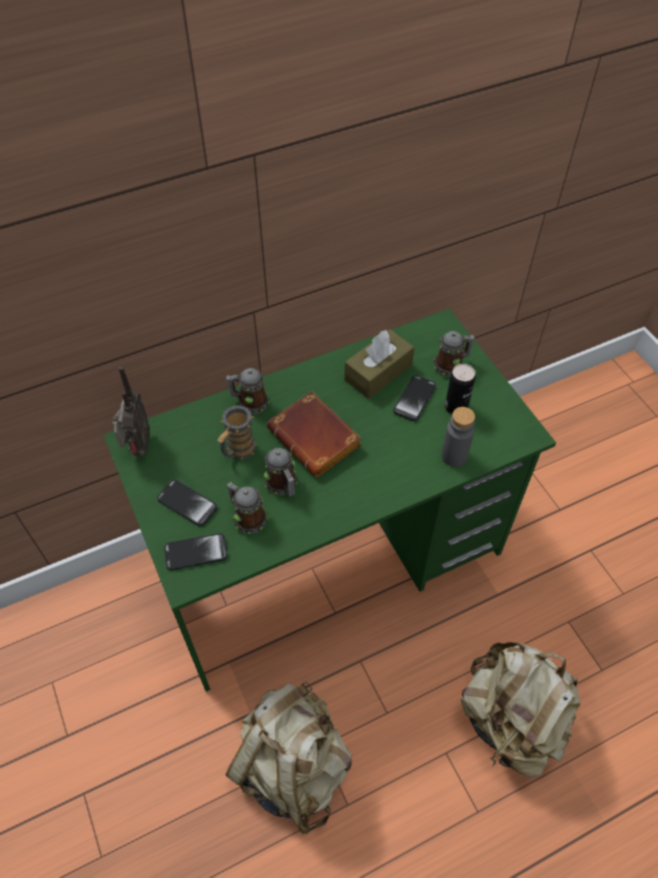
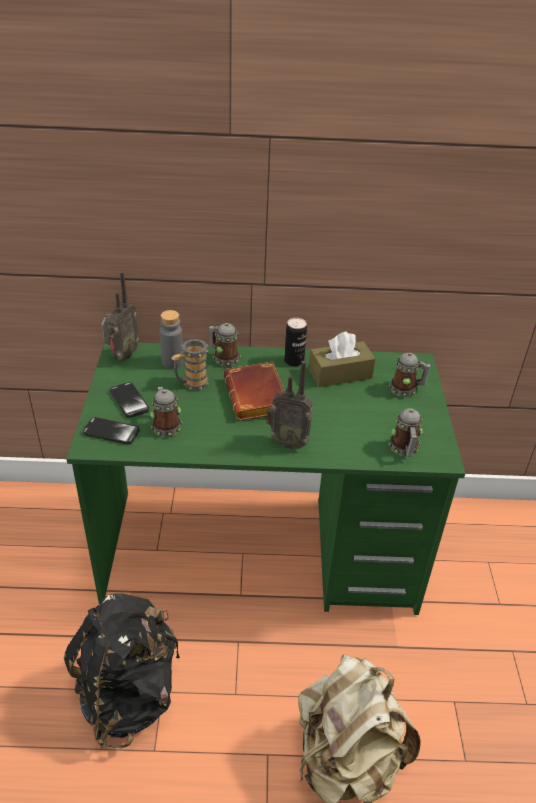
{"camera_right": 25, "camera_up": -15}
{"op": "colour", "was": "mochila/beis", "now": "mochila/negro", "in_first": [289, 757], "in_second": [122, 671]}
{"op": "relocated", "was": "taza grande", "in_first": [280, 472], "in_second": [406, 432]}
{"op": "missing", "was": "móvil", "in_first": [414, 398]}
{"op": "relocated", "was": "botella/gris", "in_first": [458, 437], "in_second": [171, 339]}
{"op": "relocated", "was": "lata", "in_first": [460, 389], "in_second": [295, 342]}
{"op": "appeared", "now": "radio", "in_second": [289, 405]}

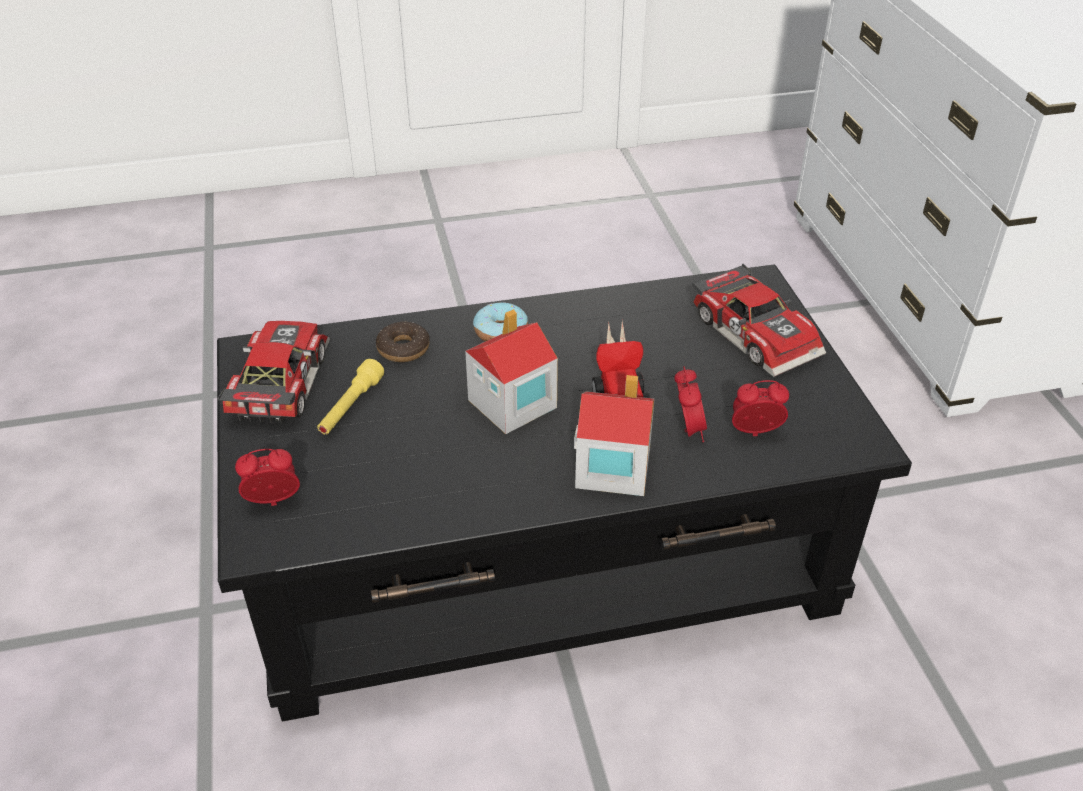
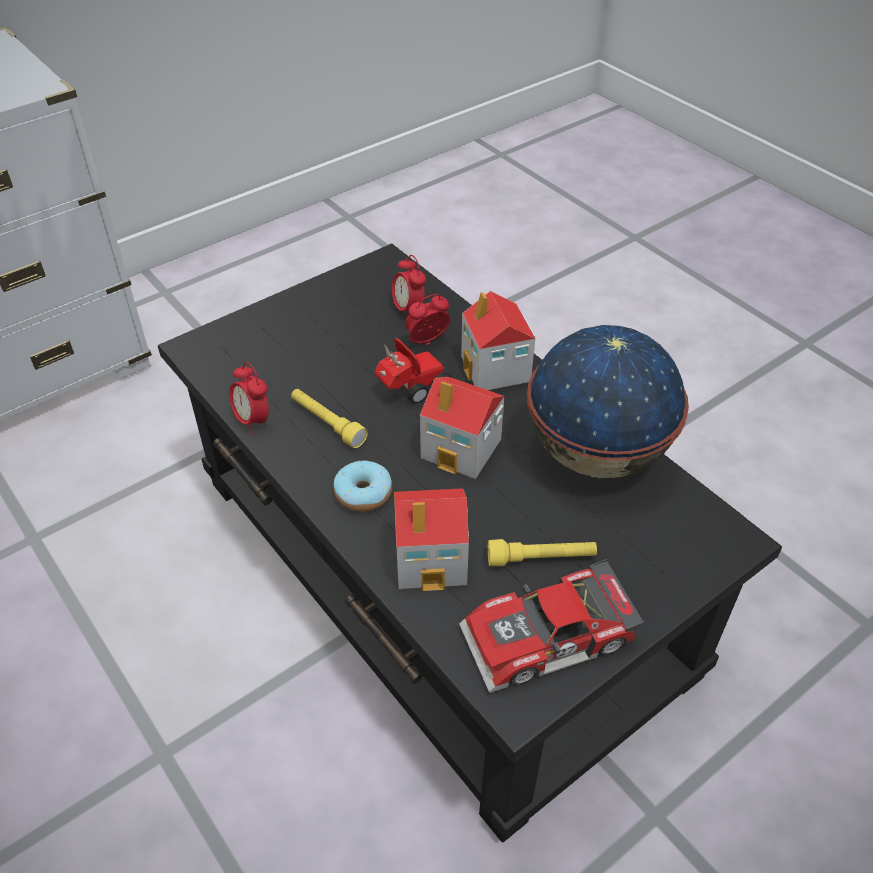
{"camera_right": -115, "camera_up": 5}
{"op": "relocated", "was": "despertador", "in_first": [267, 477], "in_second": [249, 398]}
{"op": "exchanged", "was": "rosquilla", "now": "casita", "in_first": [403, 342], "in_second": [431, 539]}
{"op": "missing", "was": "coche de juguete", "in_first": [759, 320]}
{"op": "appeared", "now": "linterna/amarillo", "in_second": [329, 418]}
{"op": "appeared", "now": "globo terráqueo", "in_second": [608, 401]}

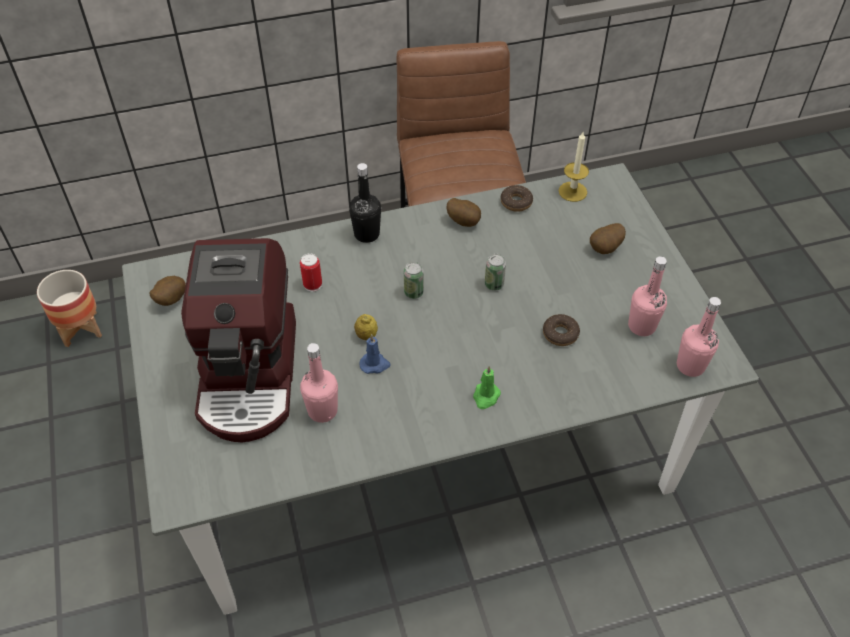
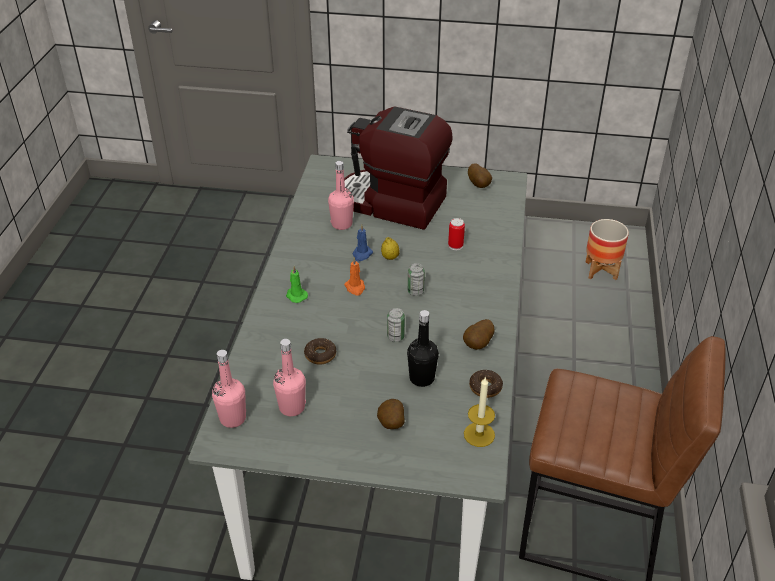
{"camera_right": 115, "camera_up": -10}
{"op": "relocated", "was": "botella/negro", "in_first": [365, 203], "in_second": [423, 348]}
{"op": "appeared", "now": "vela/naranja", "in_second": [354, 276]}

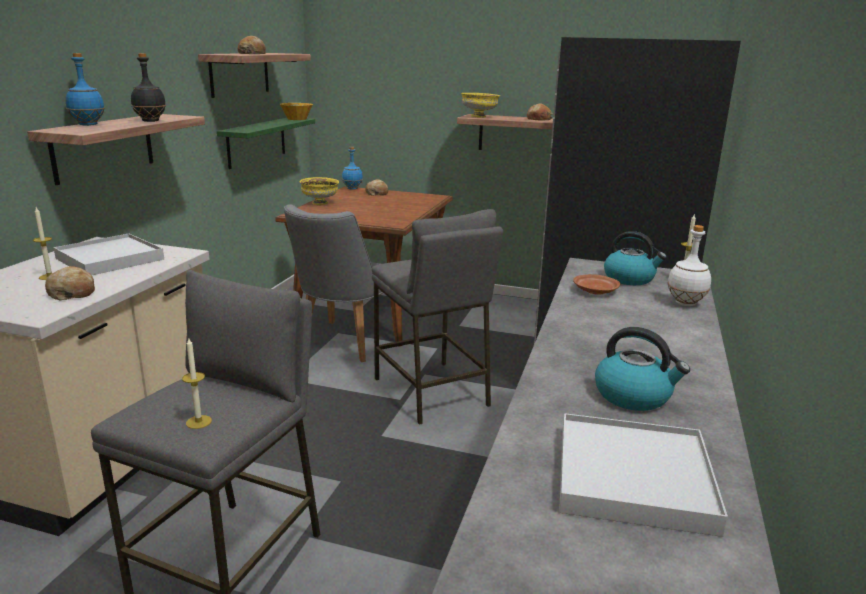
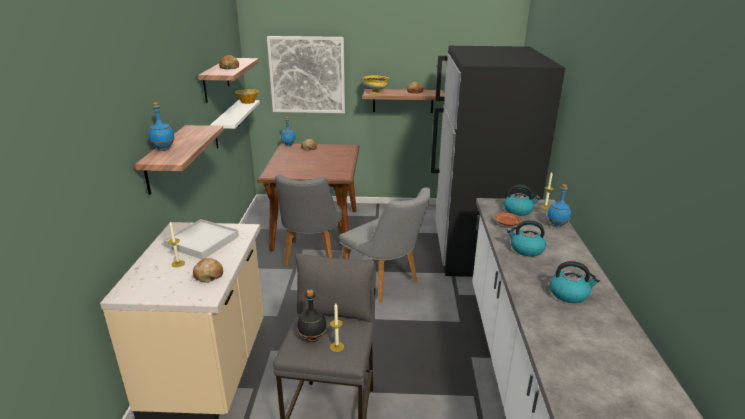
{"camera_right": -15, "camera_up": 5}
{"op": "relocated", "was": "botella/negro", "in_first": [148, 87], "in_second": [312, 316]}
{"op": "colour", "was": "estante/verde", "now": "estante/blanco", "in_first": [266, 143], "in_second": [235, 124]}
{"op": "missing", "was": "cuenco/amarillo", "in_first": [319, 191]}
{"op": "exchanged", "was": "taburete/gris", "now": "silla/gris", "in_first": [437, 317], "in_second": [385, 245]}
{"op": "missing", "was": "bandeja/blanco", "in_first": [643, 475]}
{"op": "colour", "was": "botella/blanco", "now": "botella/azul", "in_first": [689, 265], "in_second": [559, 206]}
{"op": "appeared", "now": "cuadro", "in_second": [306, 74]}
{"op": "appeared", "now": "hervidor", "in_second": [526, 238]}

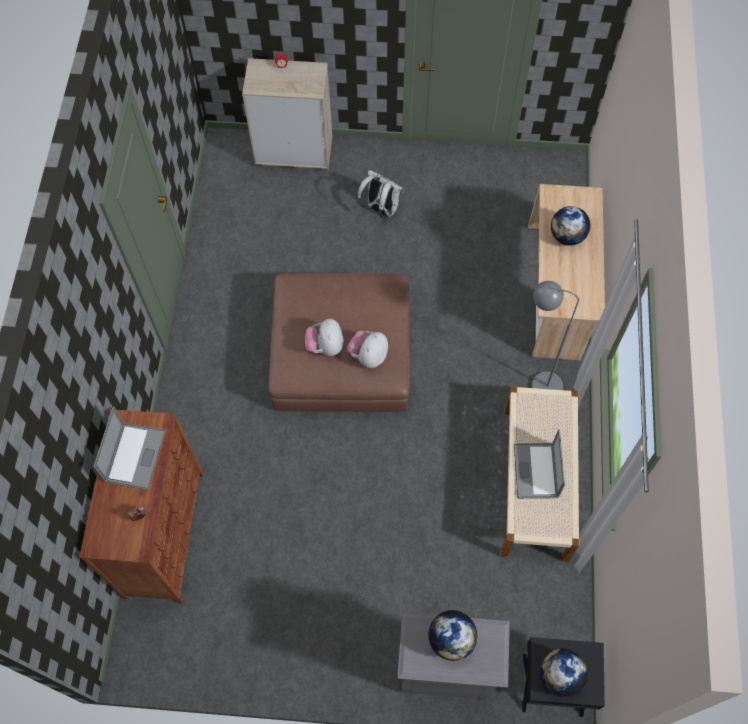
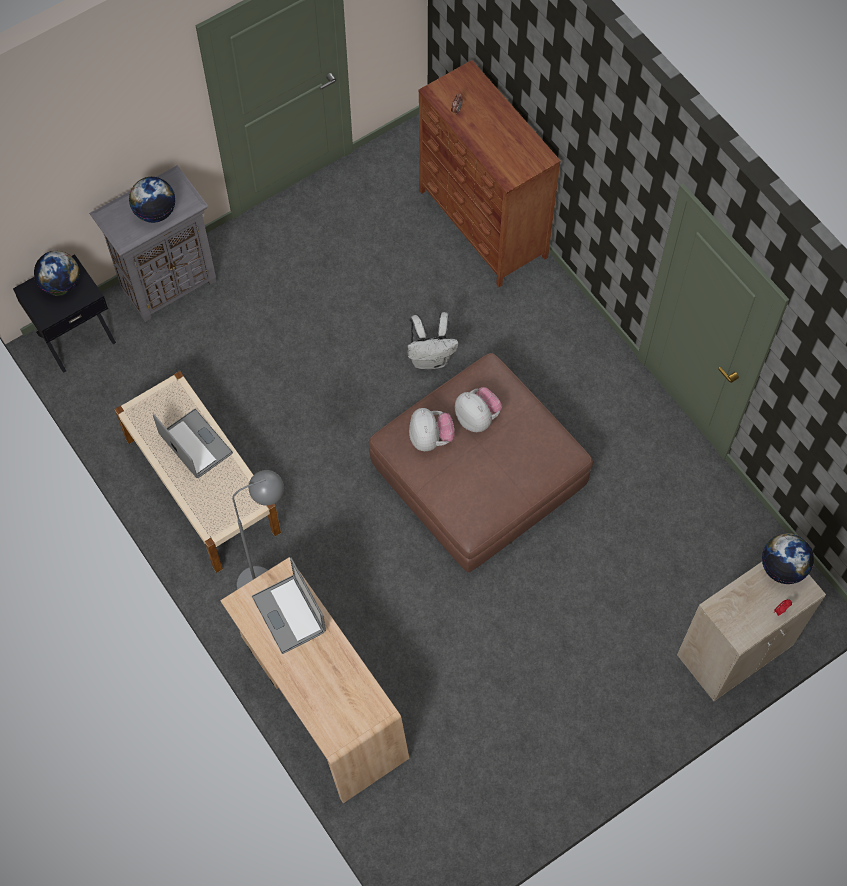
{"camera_right": 140, "camera_up": 0}
{"op": "relocated", "was": "portátil", "in_first": [129, 448], "in_second": [289, 606]}
{"op": "relocated", "was": "mochila/blanco", "in_first": [380, 194], "in_second": [433, 341]}
{"op": "relocated", "was": "globo terráqueo", "in_first": [570, 226], "in_second": [788, 558]}

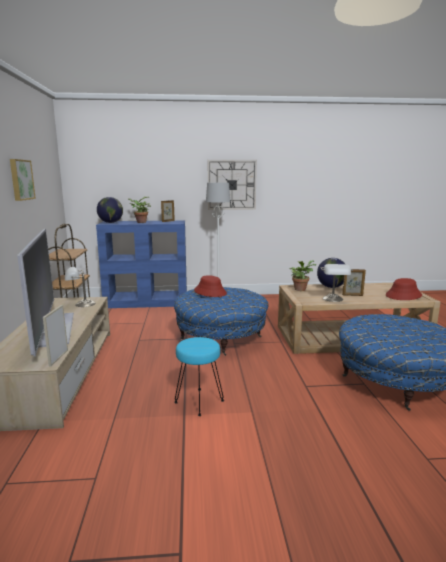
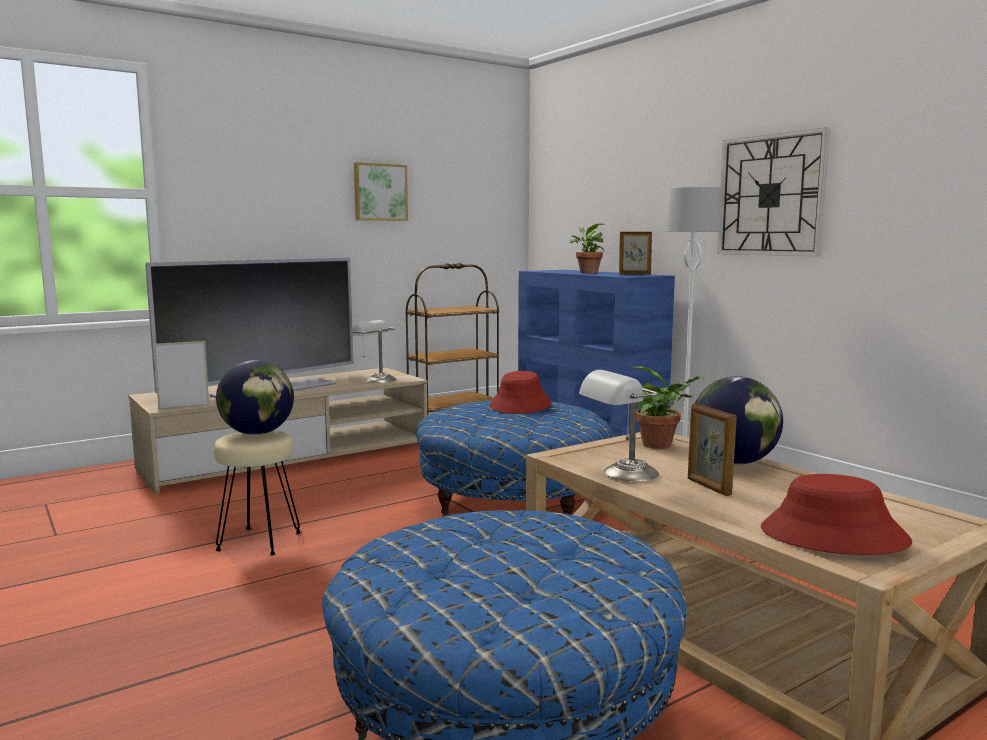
{"camera_right": 60, "camera_up": -5}
{"op": "relocated", "was": "globo terráqueo", "in_first": [110, 210], "in_second": [255, 397]}
{"op": "colour", "was": "taburete/turquesa", "now": "taburete/beis", "in_first": [199, 376], "in_second": [257, 493]}

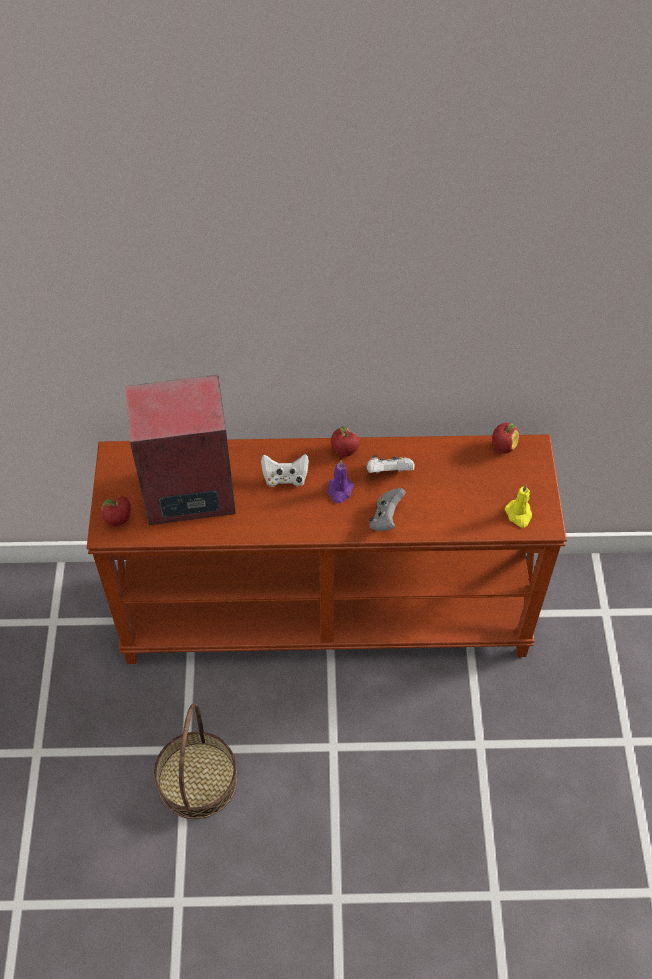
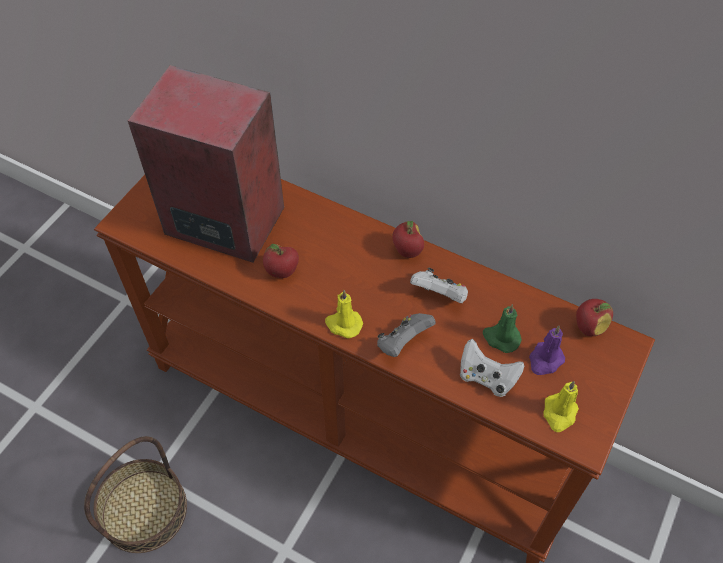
{"camera_right": 30, "camera_up": 0}
{"op": "relocated", "was": "manzana", "in_first": [116, 511], "in_second": [281, 261]}
{"op": "relocated", "was": "mando de consola/blanco", "in_first": [285, 470], "in_second": [492, 368]}
{"op": "relocated", "was": "vela/morado", "in_first": [341, 481], "in_second": [547, 350]}
{"op": "appeared", "now": "vela/amarillo", "in_second": [344, 314]}
{"op": "appeared", "now": "vela/verde", "in_second": [502, 328]}

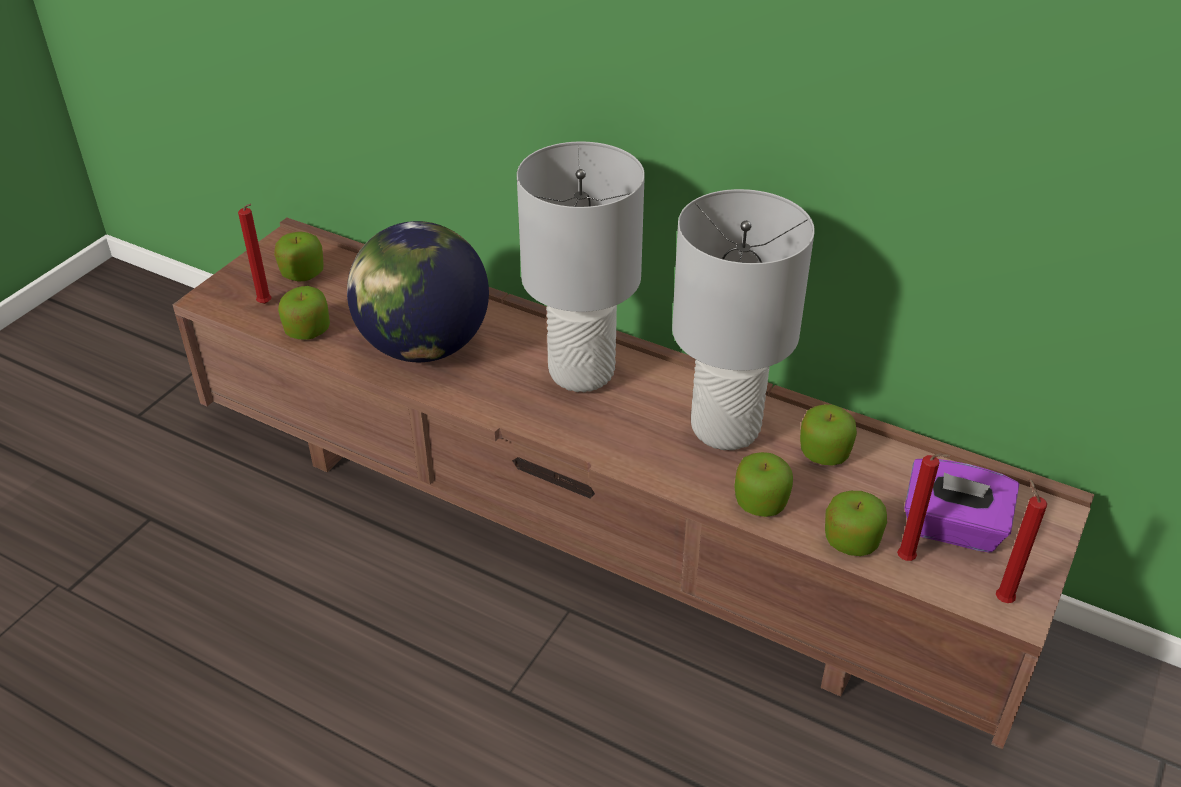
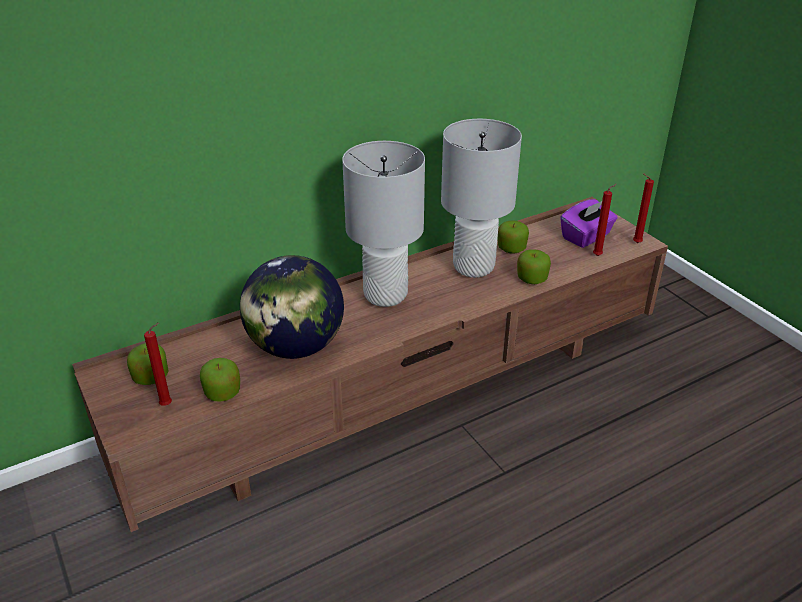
{"camera_right": -60, "camera_up": -5}
{"op": "missing", "was": "manzana", "in_first": [856, 523]}

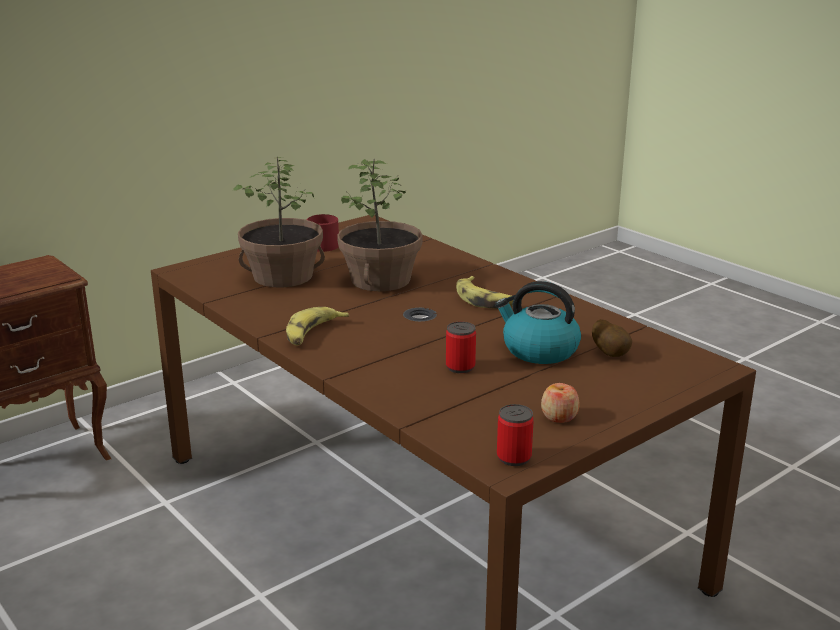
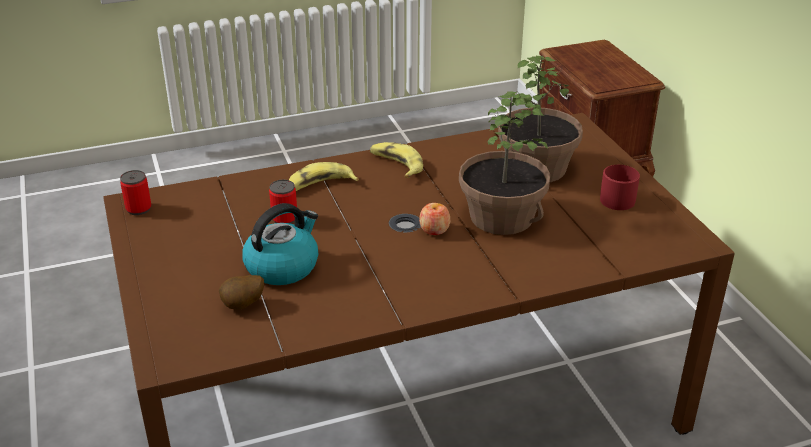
{"camera_right": 110, "camera_up": 10}
{"op": "relocated", "was": "plátano", "in_first": [484, 292], "in_second": [324, 176]}
{"op": "relocated", "was": "manzana", "in_first": [560, 403], "in_second": [434, 219]}

